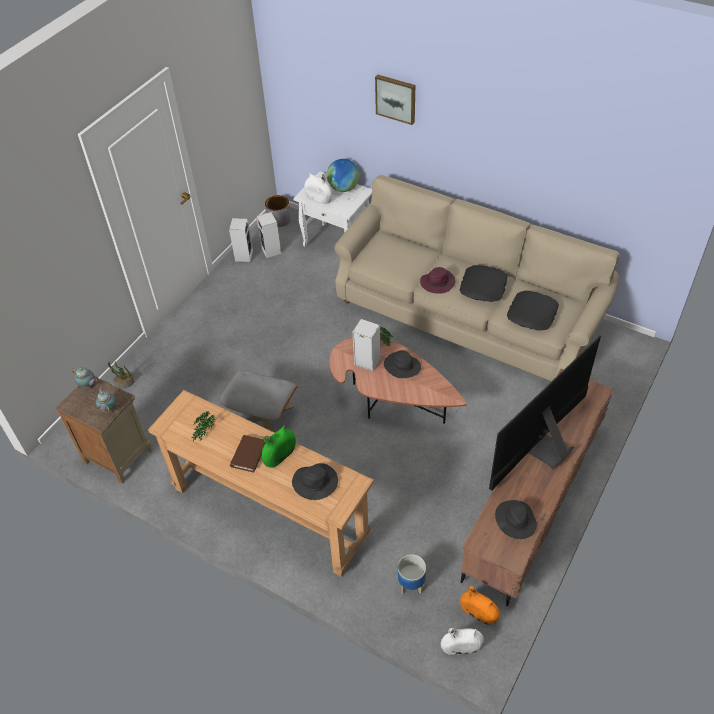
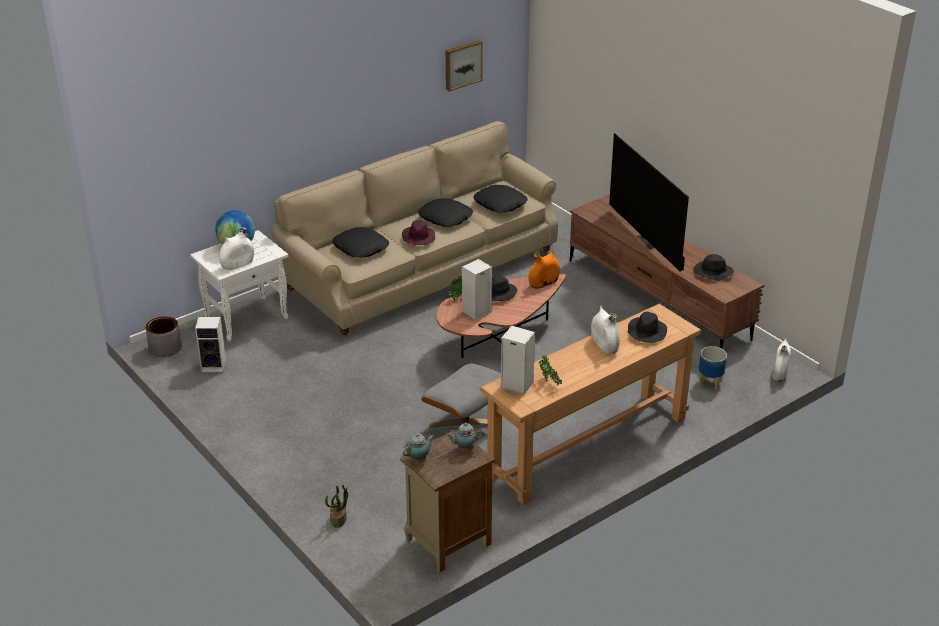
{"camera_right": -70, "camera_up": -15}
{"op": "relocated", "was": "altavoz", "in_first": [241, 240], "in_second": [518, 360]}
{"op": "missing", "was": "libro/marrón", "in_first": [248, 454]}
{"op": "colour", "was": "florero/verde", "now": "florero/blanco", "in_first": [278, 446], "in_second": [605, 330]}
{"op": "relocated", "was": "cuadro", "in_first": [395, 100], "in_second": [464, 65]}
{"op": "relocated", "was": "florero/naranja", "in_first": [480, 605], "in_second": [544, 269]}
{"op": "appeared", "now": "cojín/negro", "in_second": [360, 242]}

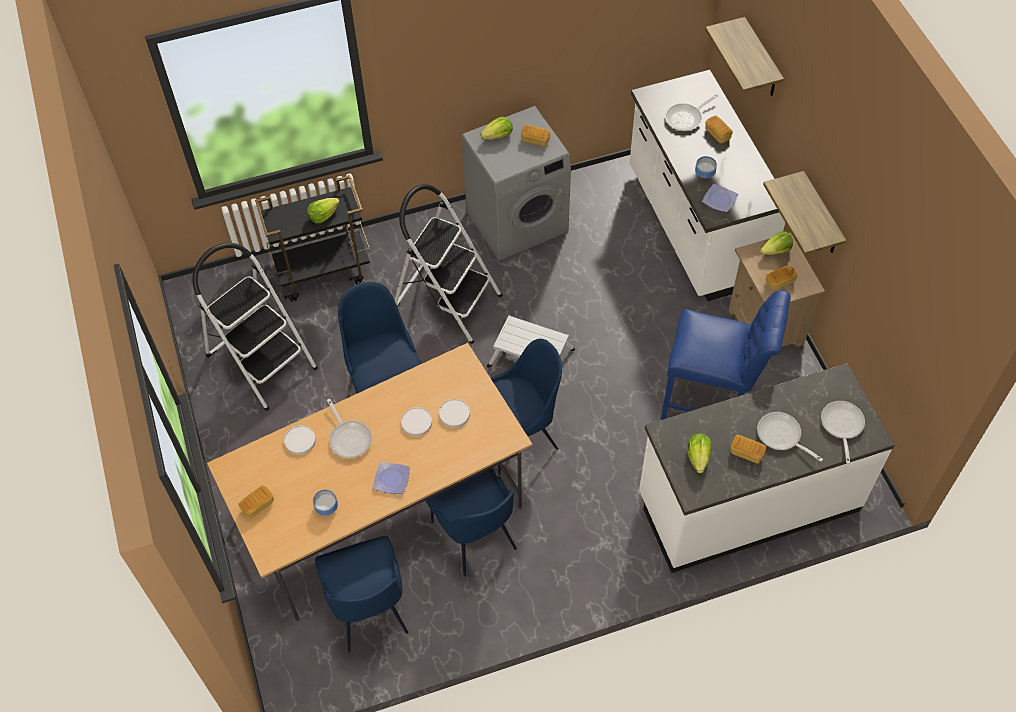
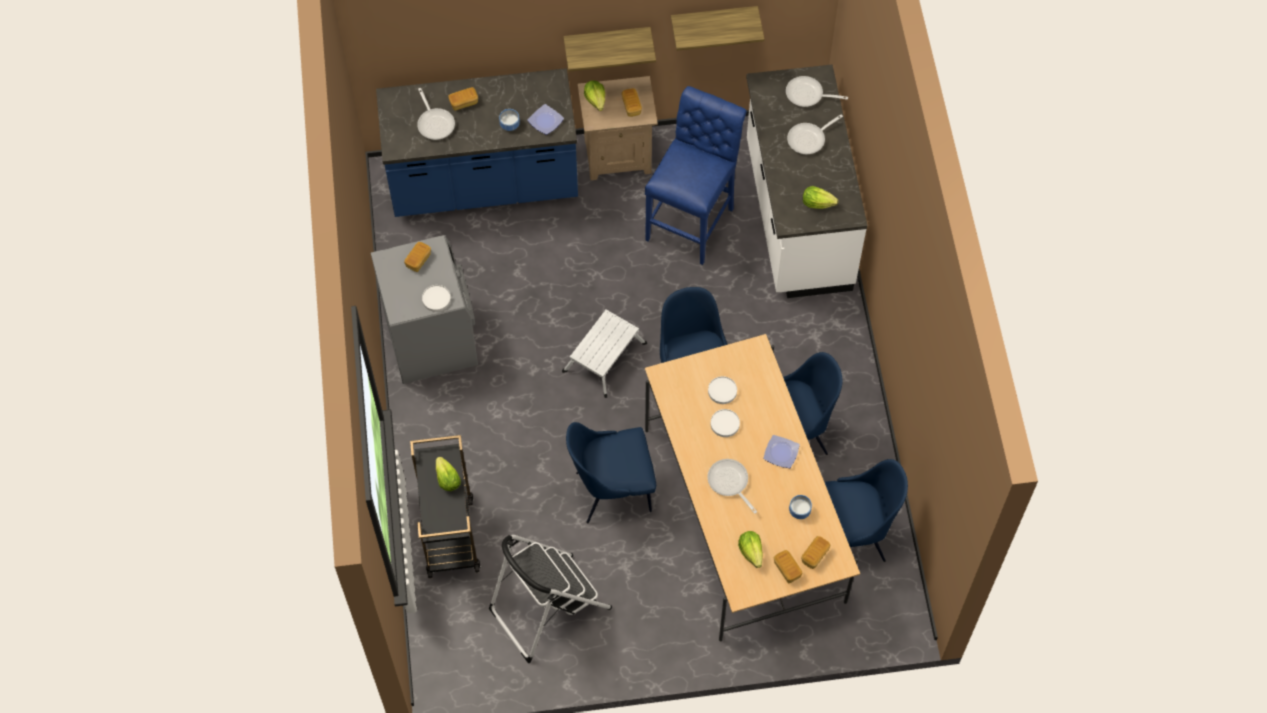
{"camera_right": -80, "camera_up": 5}
{"op": "relocated", "was": "plato/blanco", "in_first": [300, 440], "in_second": [436, 298]}
{"op": "spun", "was": "sartén", "in_first": [349, 428], "in_second": [732, 486], "clockwise": -105}
{"op": "missing", "was": "escalera de tijera", "in_first": [448, 264]}
{"op": "relocated", "was": "lechuga", "in_first": [496, 128], "in_second": [750, 549]}
{"op": "colour", "was": "mueble bajo de cocina/blanco", "now": "mueble bajo de cocina/azul", "in_first": [707, 185], "in_second": [477, 142]}
{"op": "relocated", "was": "estante", "in_first": [744, 56], "in_second": [717, 28]}
{"op": "relocated", "was": "pan", "in_first": [748, 449], "in_second": [815, 552]}

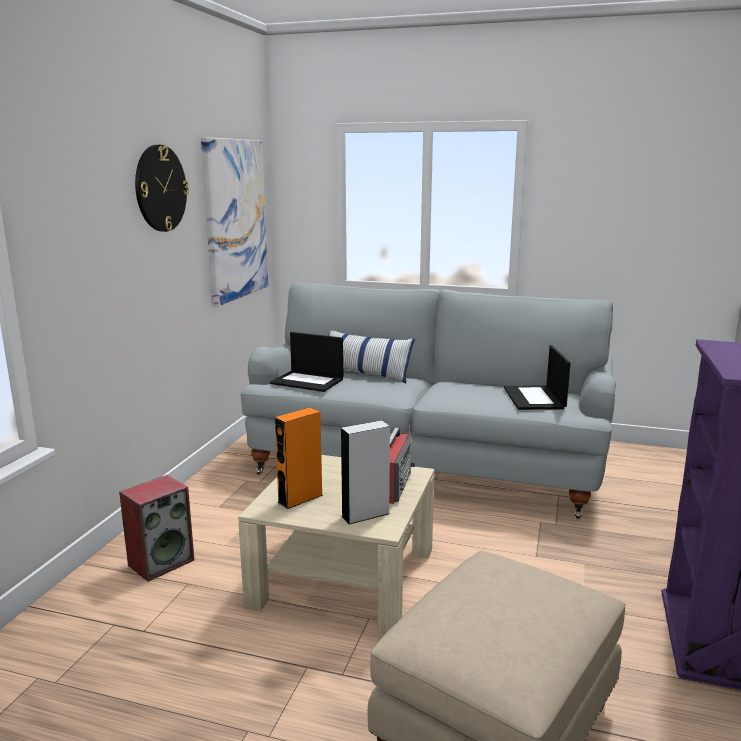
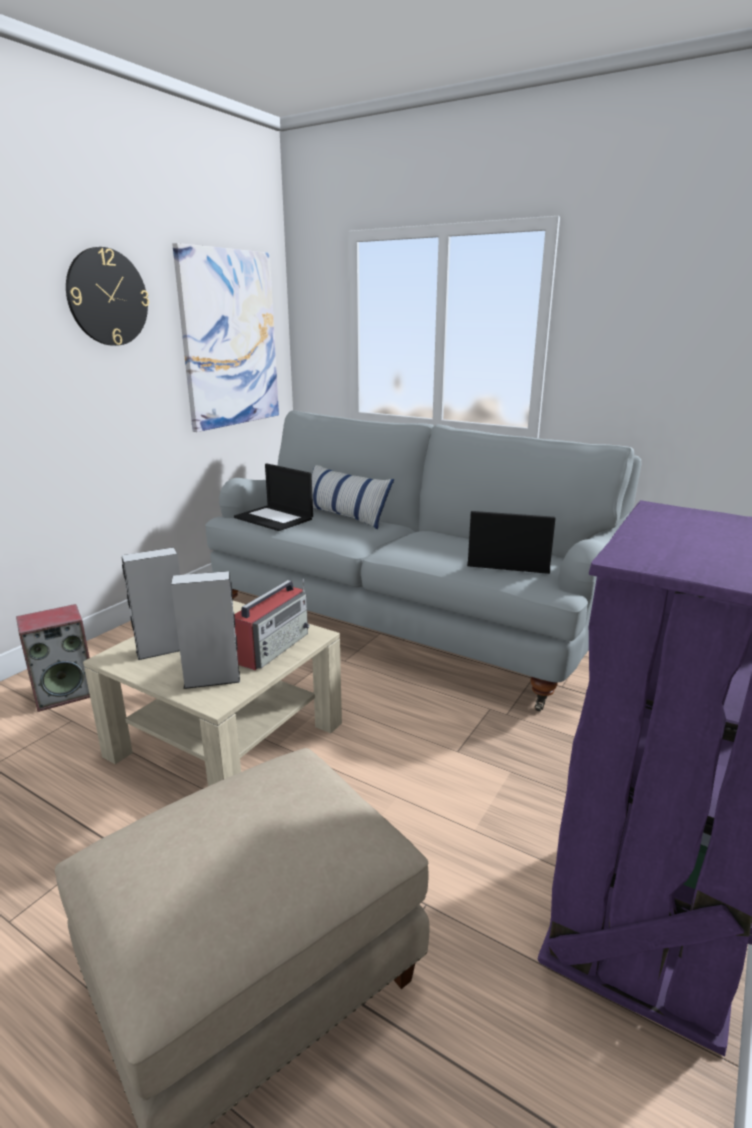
{"camera_right": 15, "camera_up": 5}
{"op": "colour", "was": "altavoz/naranja", "now": "altavoz/gris", "in_first": [299, 458], "in_second": [151, 603]}
{"op": "spun", "was": "portátil", "in_first": [537, 377], "in_second": [511, 542], "clockwise": 90}

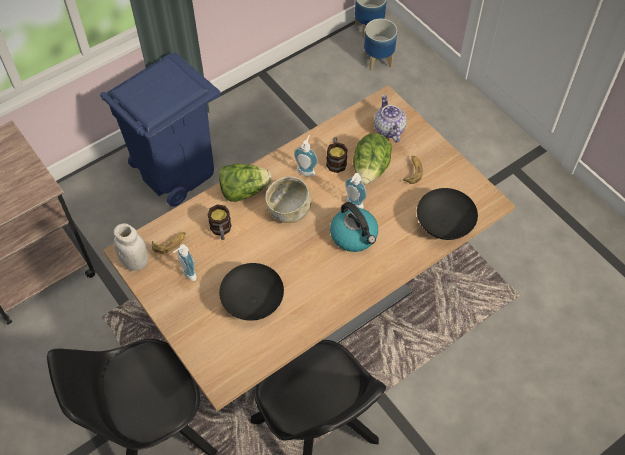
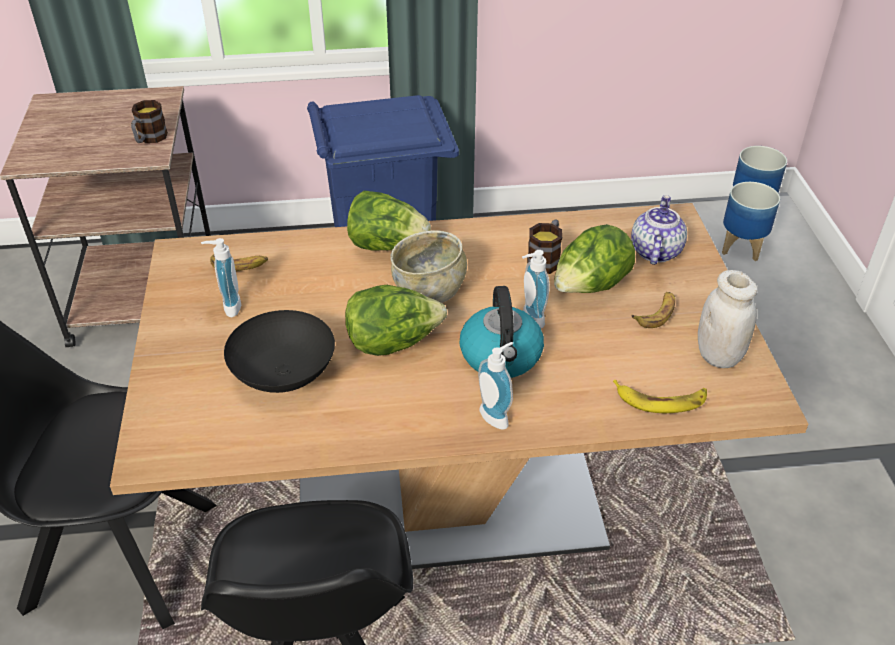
{"camera_right": 30, "camera_up": -15}
{"op": "relocated", "was": "tarro/blanco", "in_first": [130, 247], "in_second": [727, 319]}
{"op": "relocated", "was": "taza grande", "in_first": [219, 222], "in_second": [149, 121]}
{"op": "relocated", "was": "dispensador de jabón", "in_first": [306, 156], "in_second": [495, 386]}
{"op": "exchanged", "was": "cuenco/negro", "now": "plátano", "in_first": [447, 214], "in_second": [660, 396]}
{"op": "appeared", "now": "lechuga", "in_second": [396, 320]}

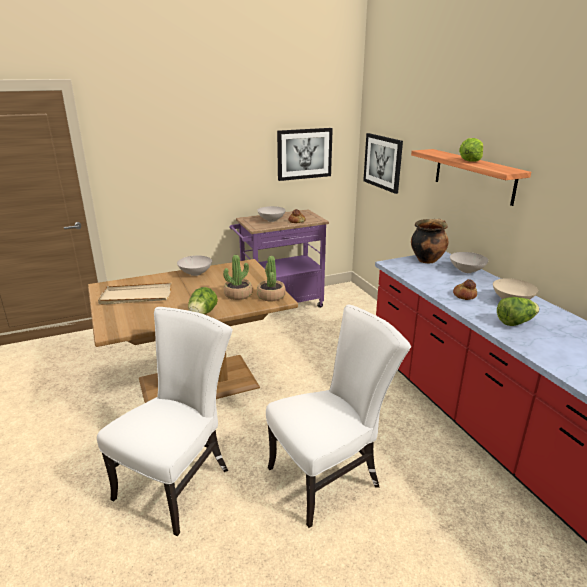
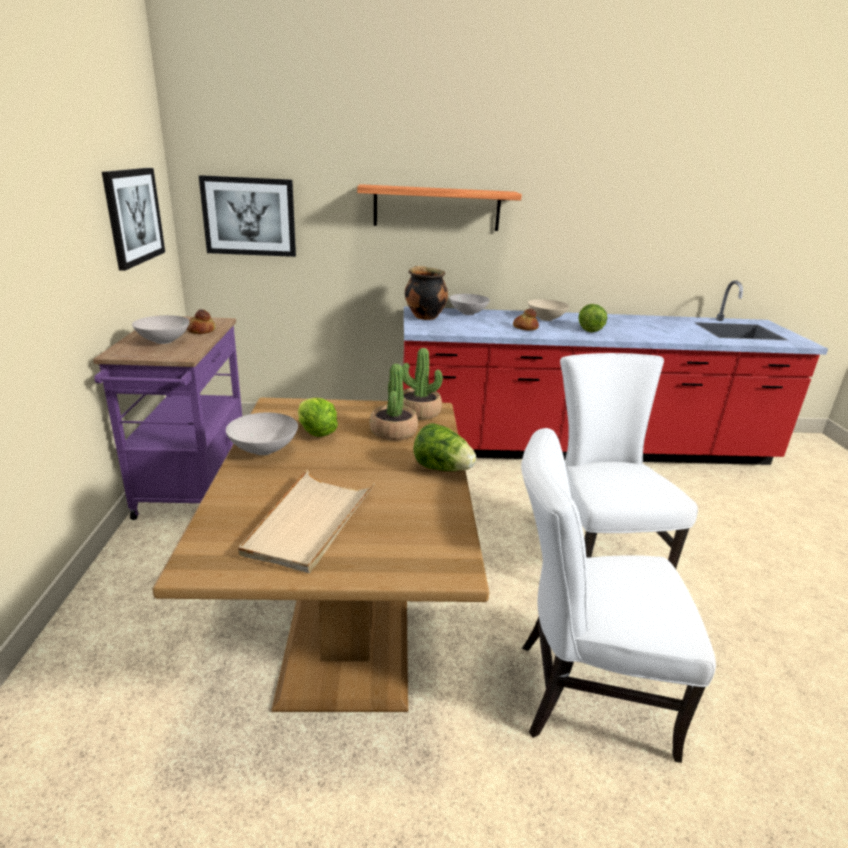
{"camera_right": -70, "camera_up": 0}
{"op": "spun", "was": "silla/blanco", "in_first": [165, 421], "in_second": [618, 595], "clockwise": -45}
{"op": "relocated", "was": "lechuga", "in_first": [471, 150], "in_second": [318, 417]}

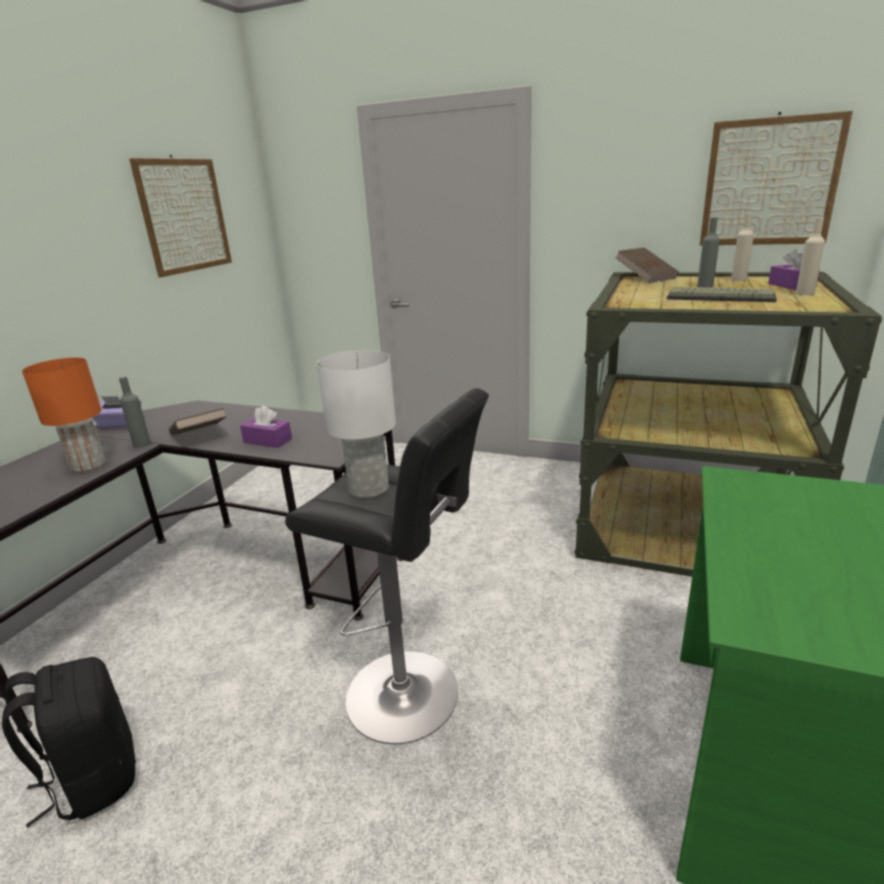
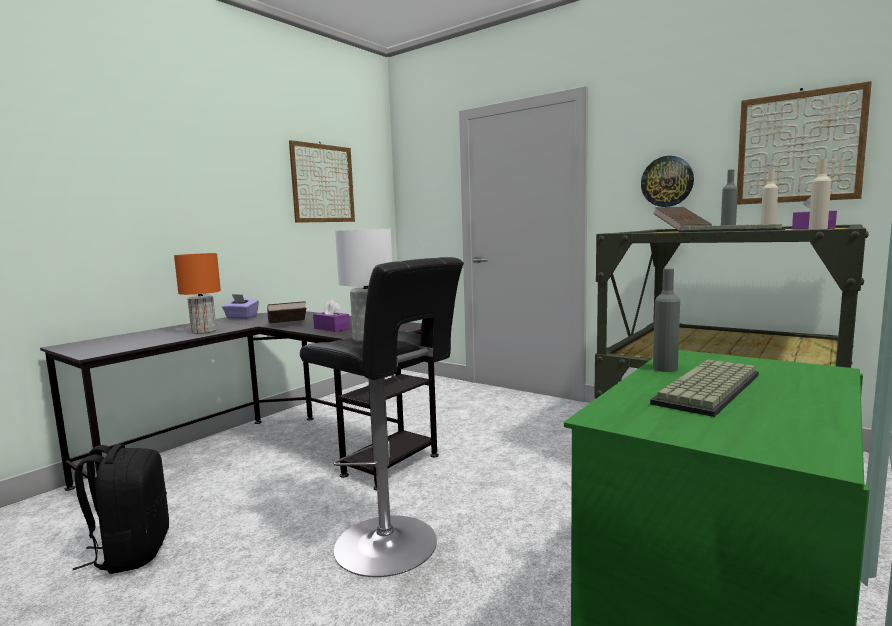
{"camera_right": 15, "camera_up": -15}
{"op": "relocated", "was": "botella/gris", "in_first": [135, 412], "in_second": [666, 320]}
{"op": "appeared", "now": "reloj de pared", "in_second": [667, 181]}
{"op": "appeared", "now": "teclado", "in_second": [704, 388]}

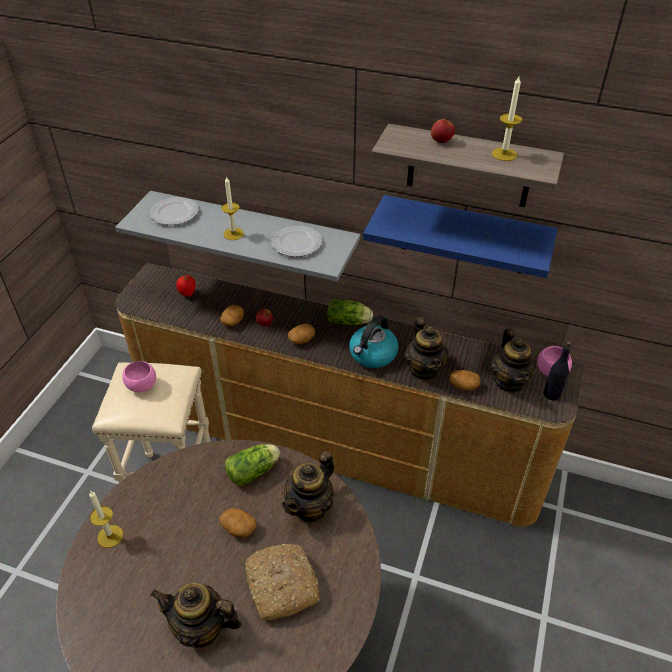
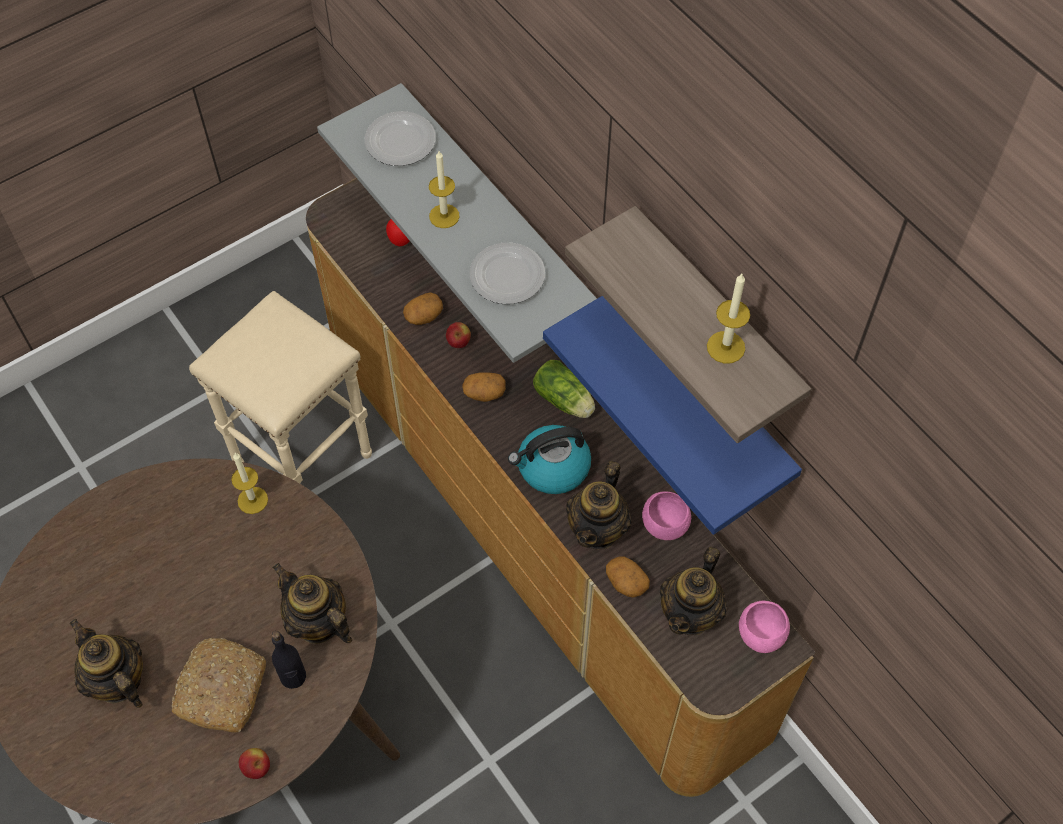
{"camera_right": 35, "camera_up": 15}
{"op": "relocated", "was": "vela", "in_first": [106, 519], "in_second": [249, 483]}
{"op": "relocated", "was": "cuenco/rosa", "in_first": [139, 376], "in_second": [666, 515]}
{"op": "missing", "was": "patata", "in_first": [238, 523]}
{"op": "missing", "was": "lechuga", "in_first": [252, 464]}
{"op": "spun", "was": "tetera", "in_first": [308, 487], "in_second": [312, 603], "clockwise": 60}
{"op": "relocated", "was": "manzana", "in_first": [443, 131], "in_second": [254, 763]}
{"op": "relocated", "was": "botella/negro", "in_first": [557, 370], "in_second": [289, 660]}

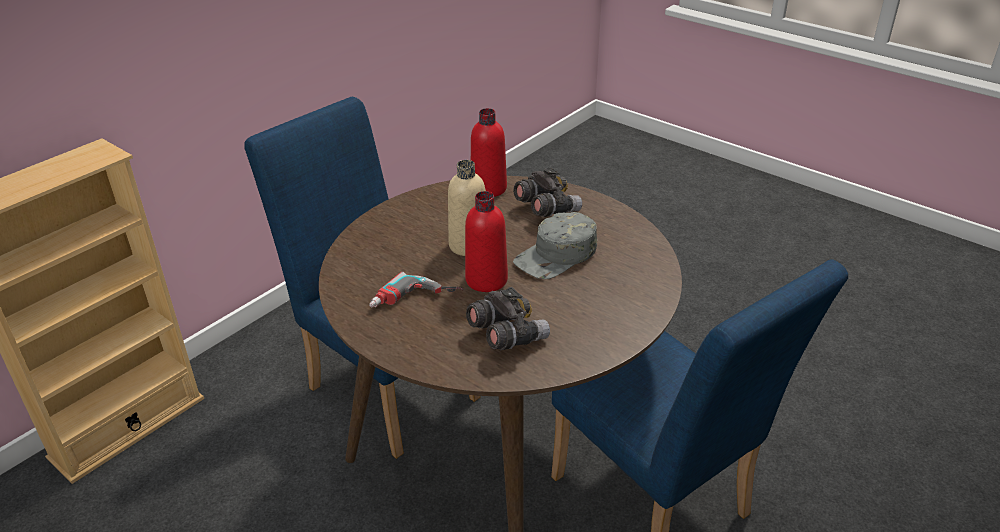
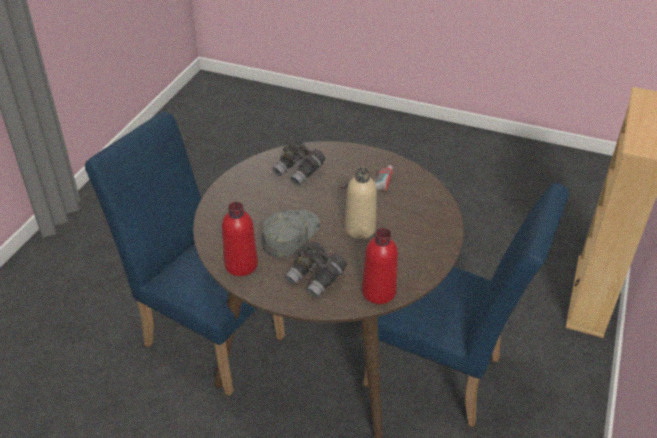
{"camera_right": 160, "camera_up": 5}
{"op": "relocated", "was": "botella/rojo", "in_first": [486, 241], "in_second": [240, 239]}

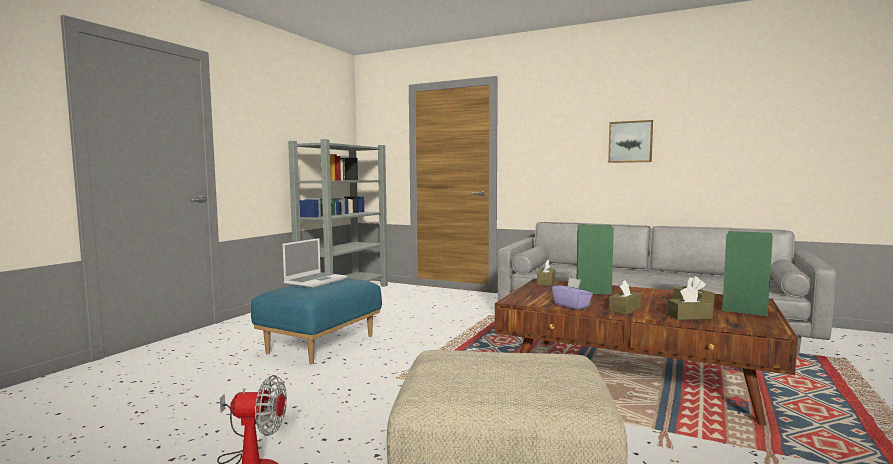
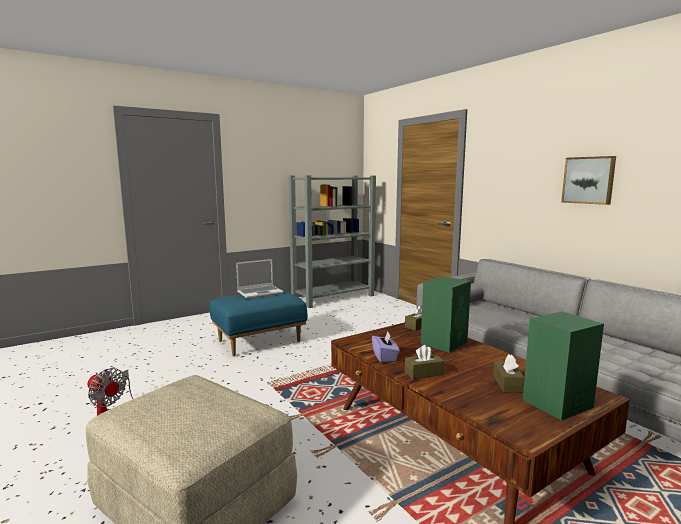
{"camera_right": 30, "camera_up": 5}
{"op": "missing", "was": "caja de pañuelos/marrón", "in_first": [690, 303]}

